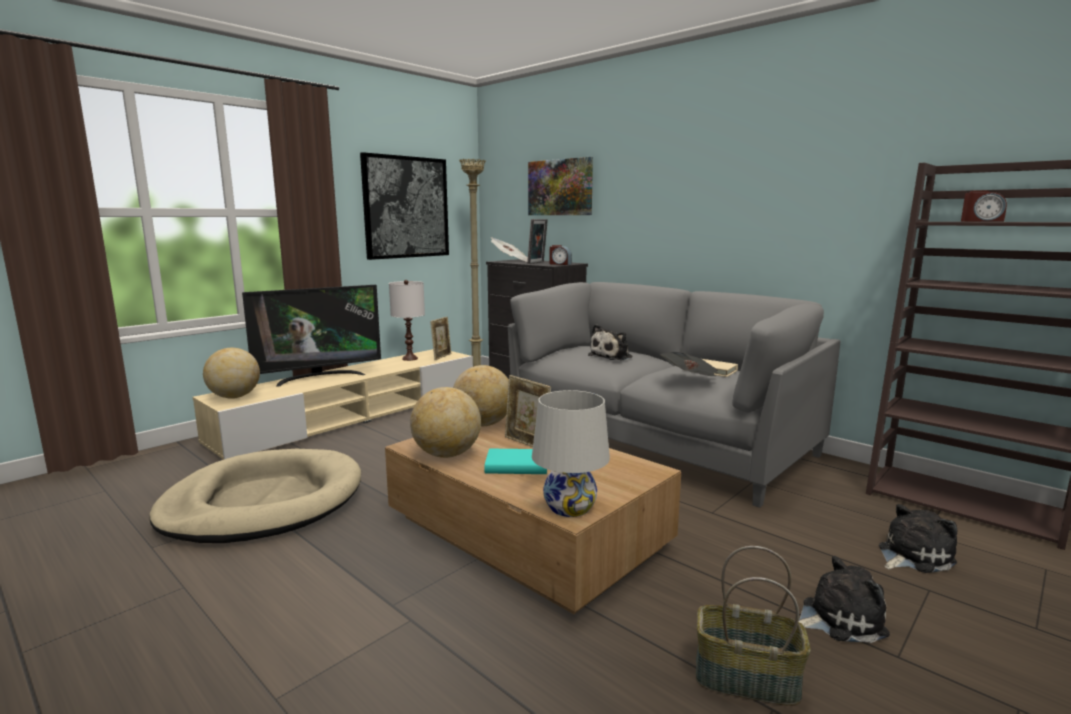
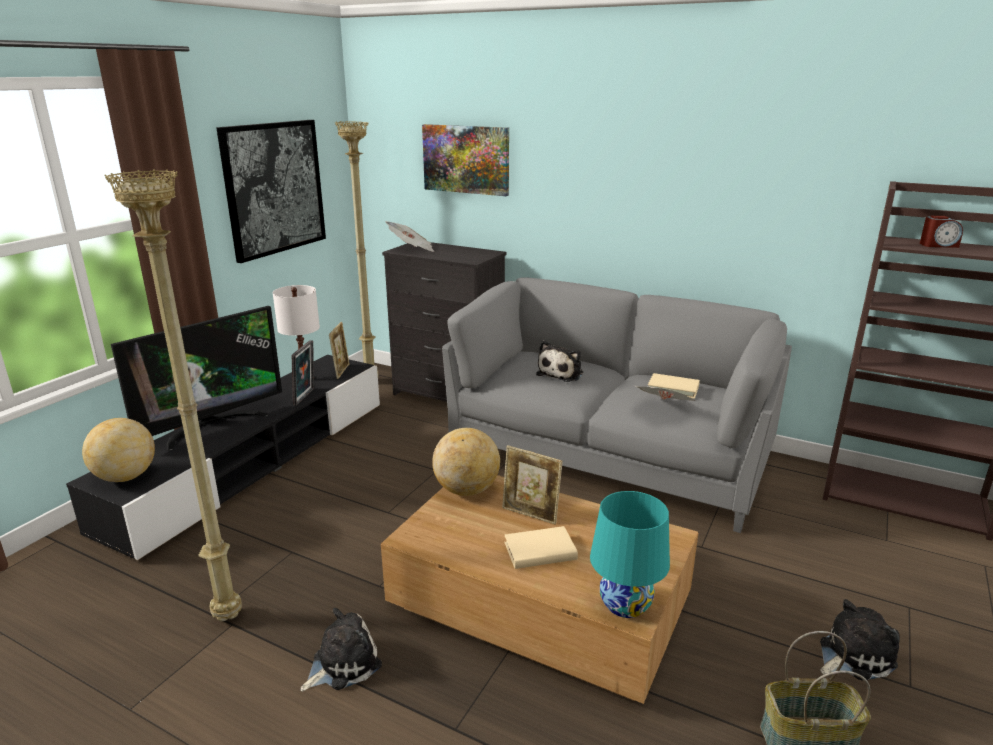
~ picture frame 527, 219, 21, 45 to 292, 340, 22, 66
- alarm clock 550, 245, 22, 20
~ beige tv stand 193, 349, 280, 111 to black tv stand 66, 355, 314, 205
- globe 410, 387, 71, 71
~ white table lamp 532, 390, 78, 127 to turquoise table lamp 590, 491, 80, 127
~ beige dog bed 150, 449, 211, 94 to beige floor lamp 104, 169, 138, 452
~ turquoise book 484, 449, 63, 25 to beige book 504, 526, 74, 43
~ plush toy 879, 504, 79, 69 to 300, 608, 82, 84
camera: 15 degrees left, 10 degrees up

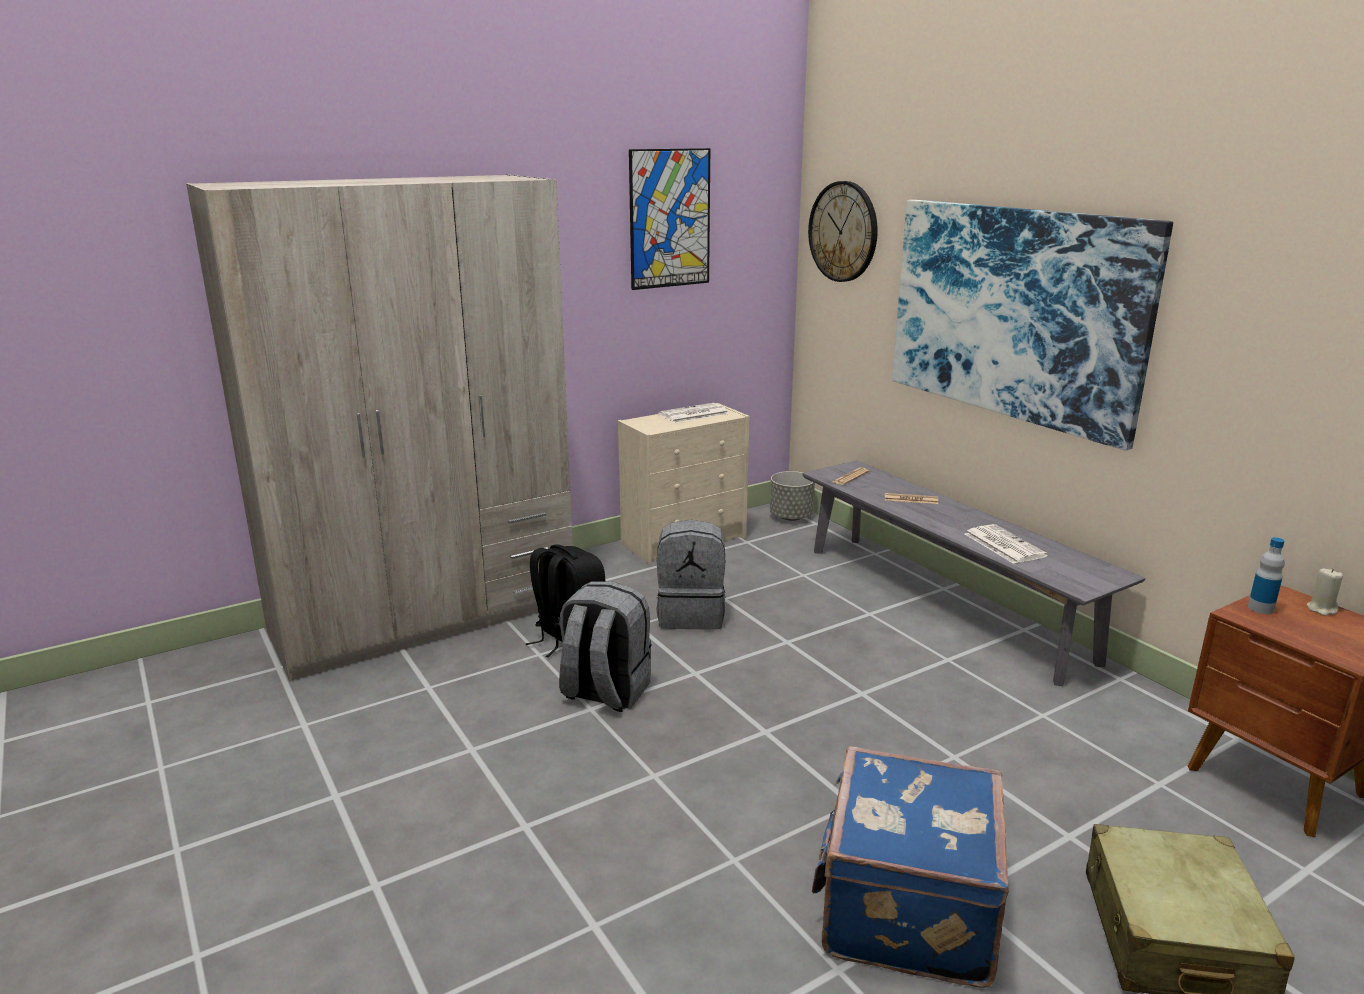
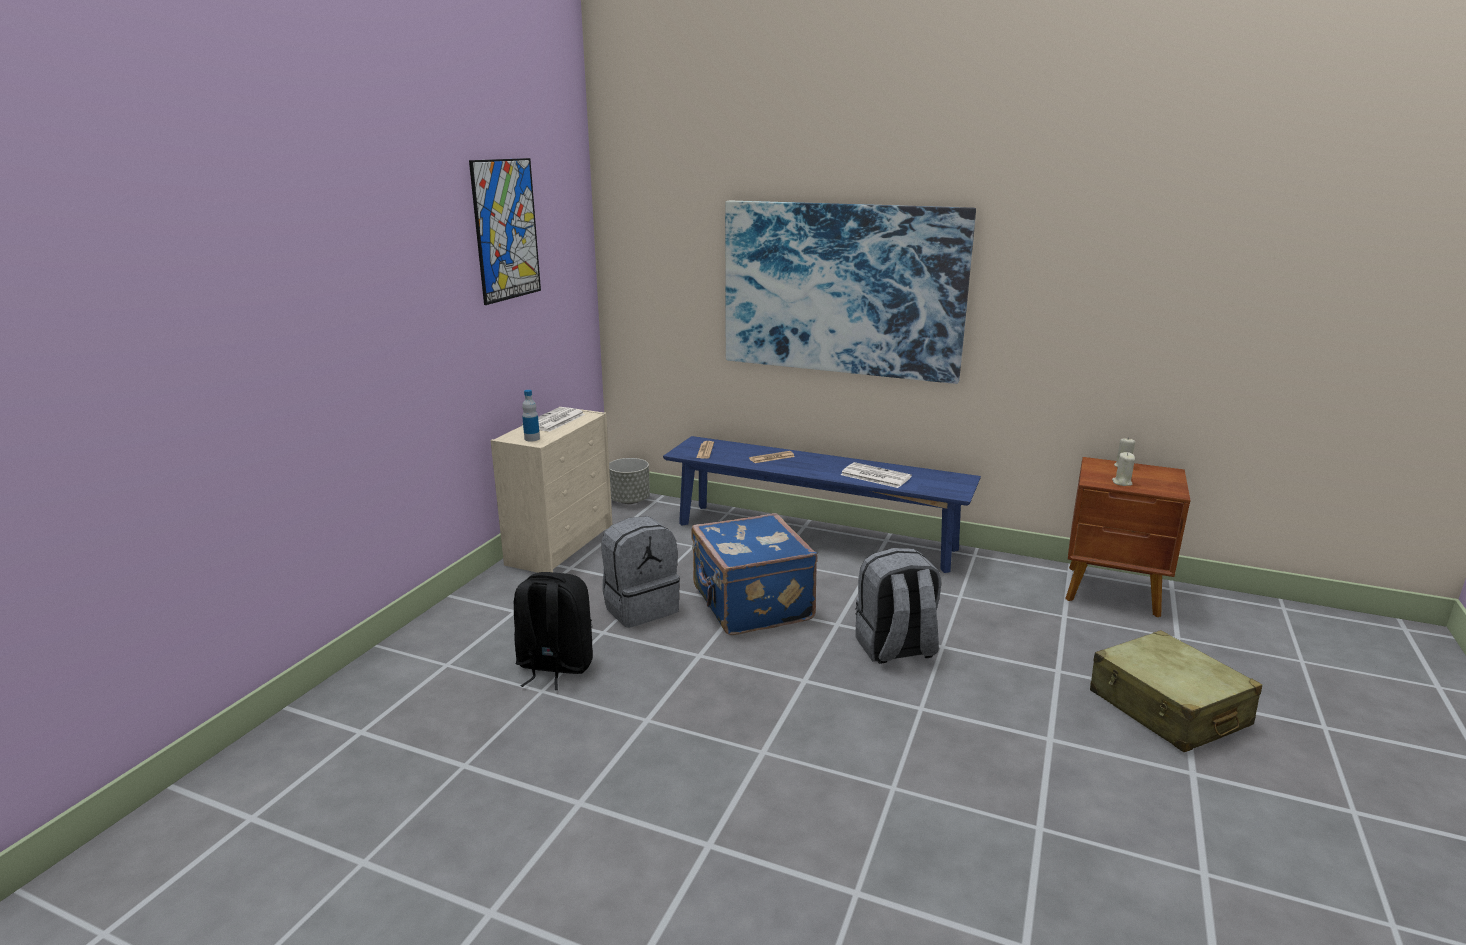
- beige wardrobe 186, 175, 387, 507
- wall clock 808, 181, 70, 101
~ grey bench 802, 460, 343, 226 to blue bench 663, 436, 318, 137
~ bottle 1248, 537, 37, 77 to 522, 390, 18, 51
~ grey backpack 559, 581, 93, 131 to 855, 548, 86, 116
~ blue suitcase 812, 746, 197, 242 to 691, 513, 127, 122
+ beige candle 1112, 452, 23, 34
camera: 35 degrees left, 0 degrees up

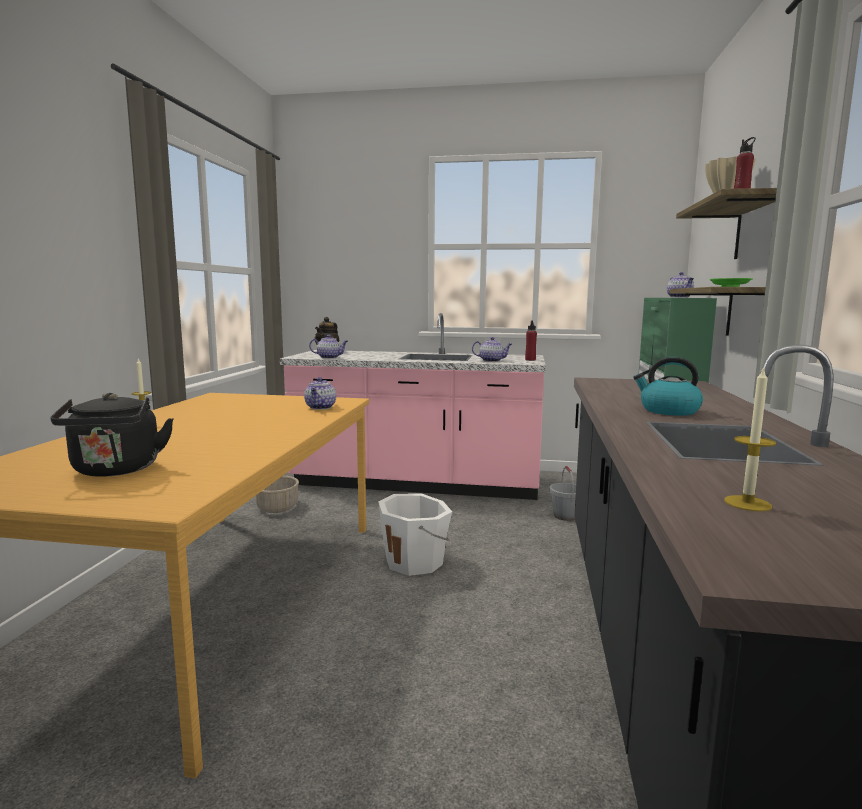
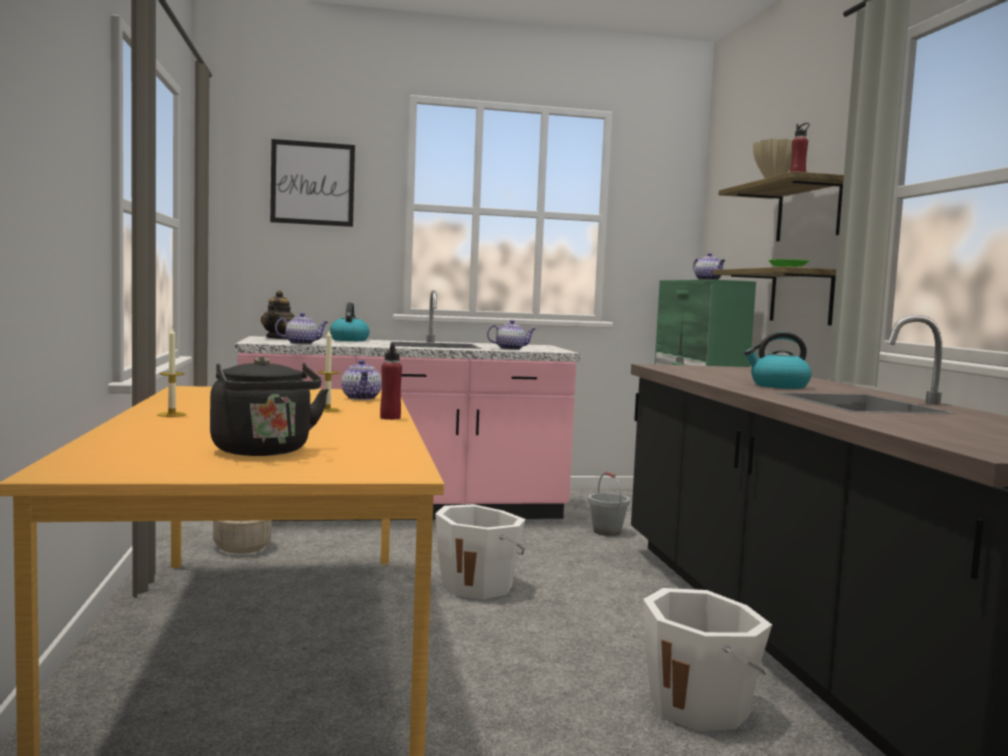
~ red bottle 525, 321, 12, 40 to 380, 343, 22, 77
~ candle 724, 366, 52, 146 to 318, 330, 22, 82
+ picture 270, 139, 85, 88
+ kettle 330, 302, 40, 39
+ white bucket 643, 588, 129, 143
camera: 20 degrees left, 5 degrees down

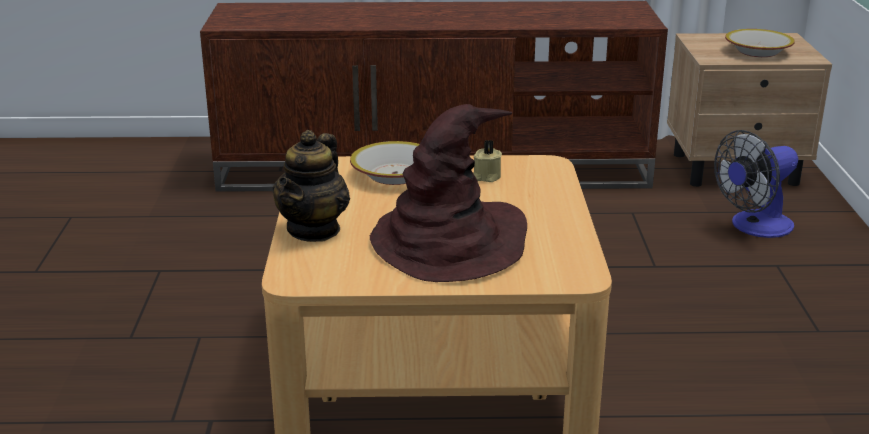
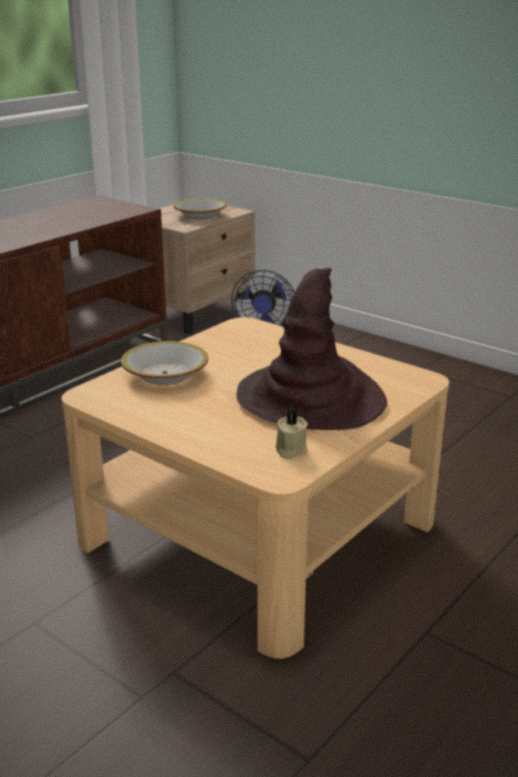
- teapot 272, 130, 78, 112
~ beige candle 473, 140, 29, 42 to 275, 408, 33, 51
camera: 50 degrees left, 0 degrees up

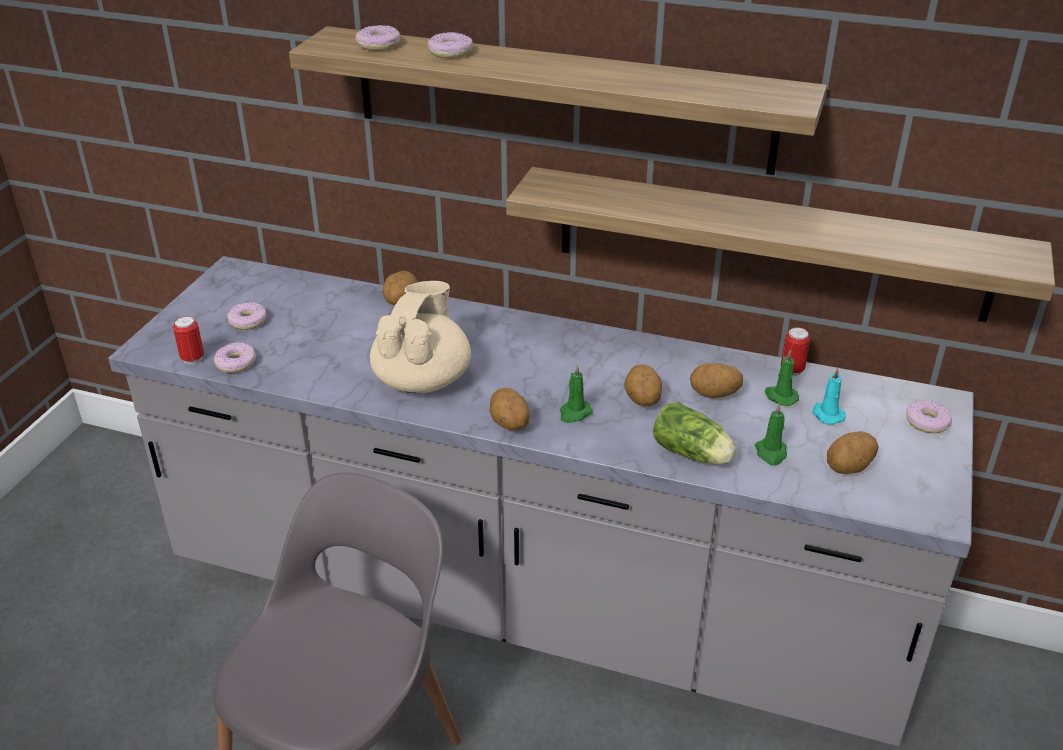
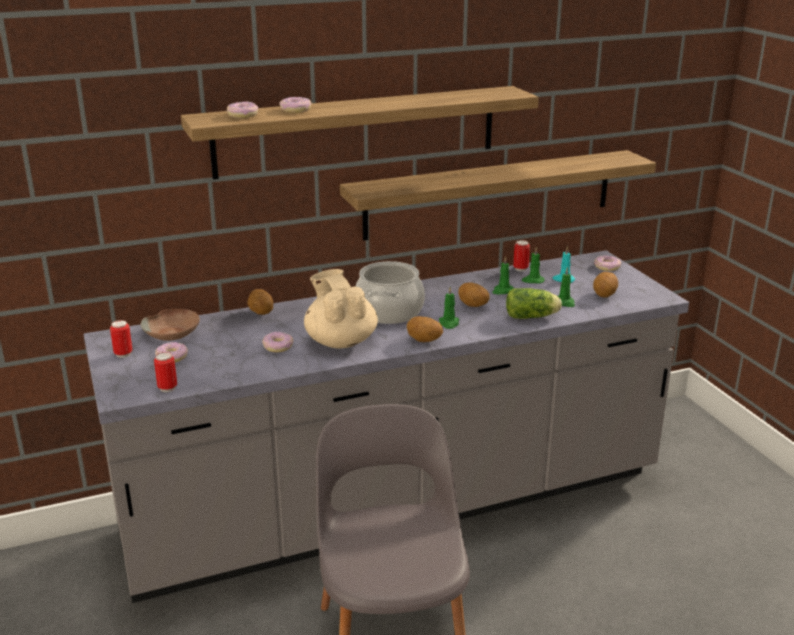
~ donut 214, 342, 42, 31 to 262, 332, 32, 20
~ potato 690, 363, 53, 35 to green candle 492, 256, 22, 38
+ cooking pot 355, 261, 70, 63
+ brown bowl 141, 309, 59, 32
+ can 110, 320, 23, 38
camera: 40 degrees left, 10 degrees down

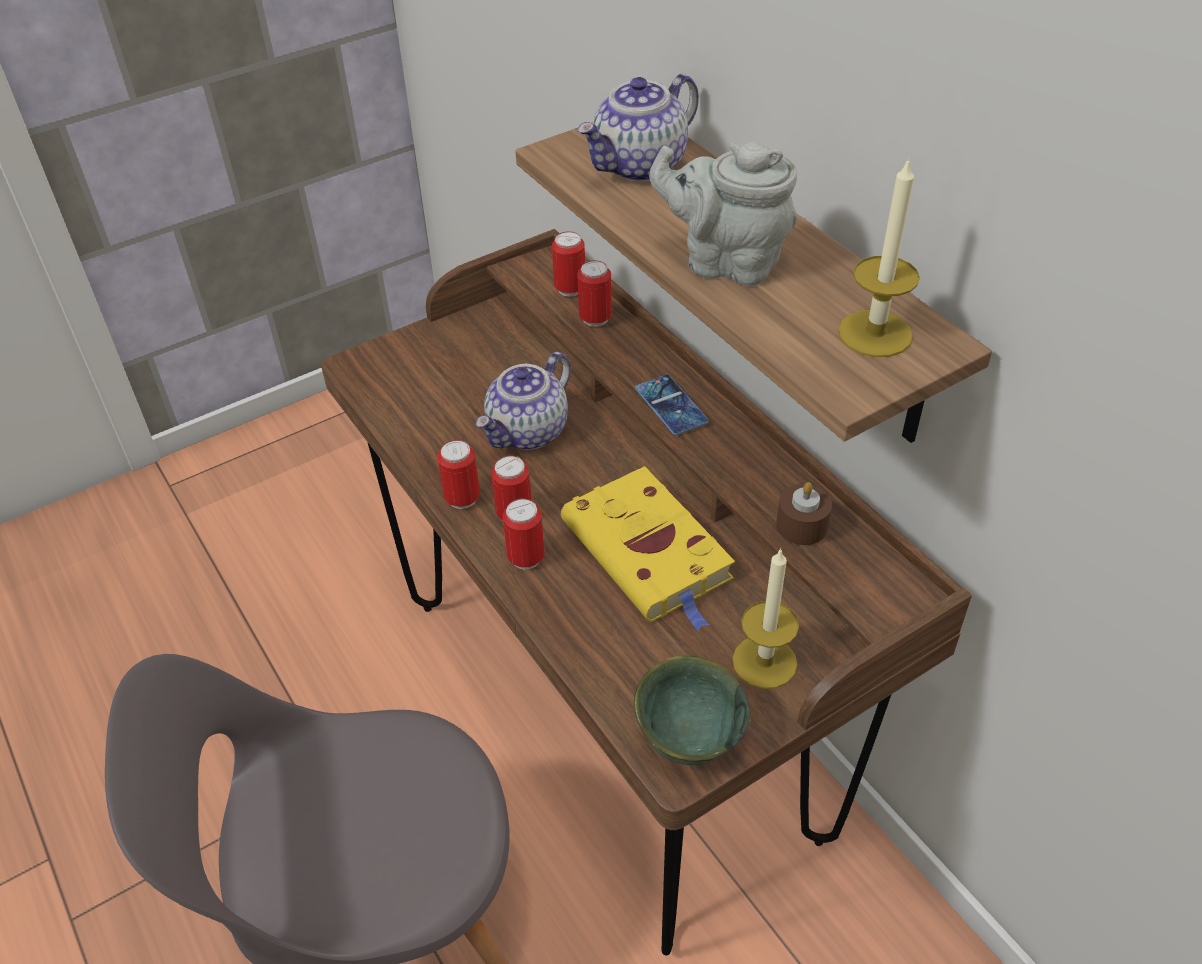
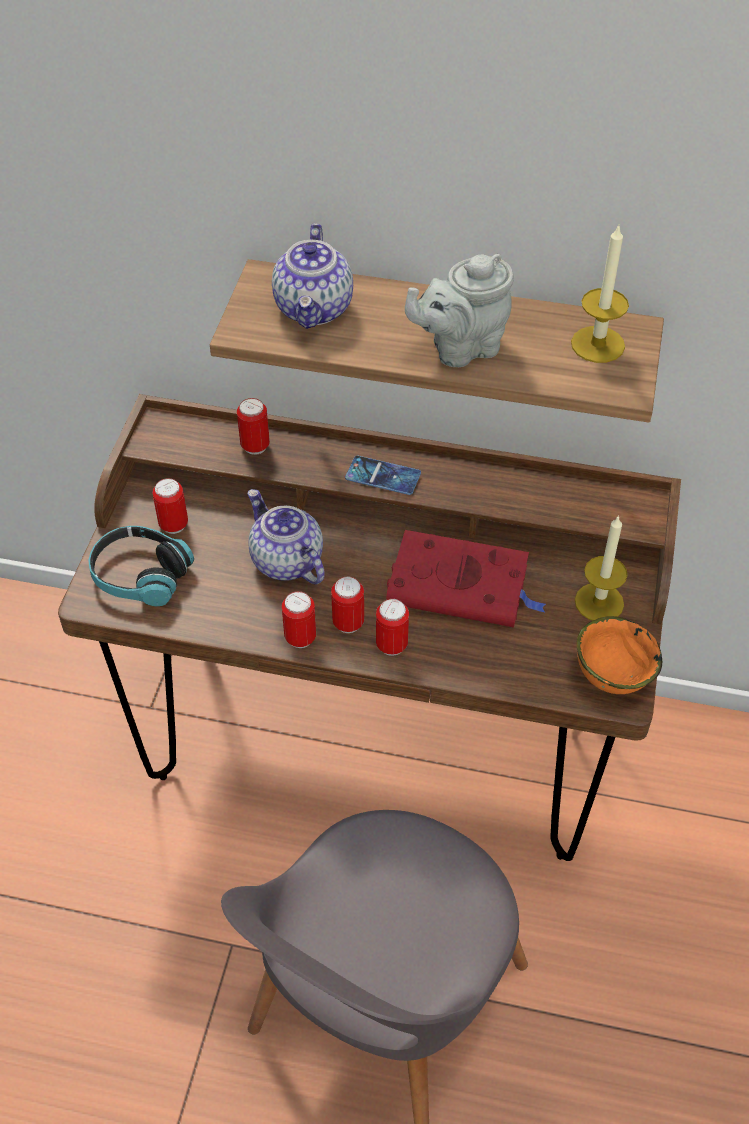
~ can 552, 231, 33, 66 to 153, 478, 35, 56
~ teapot 476, 352, 95, 98 = 247, 489, 78, 96 150 degrees clockwise
~ yellow book 561, 466, 174, 165 to red book 386, 530, 160, 97
- brown candle 776, 482, 56, 63
~ green bowl 634, 656, 117, 109 to orange bowl 577, 616, 85, 78
+ headphones 88, 526, 106, 81
camera: 45 degrees left, 5 degrees up

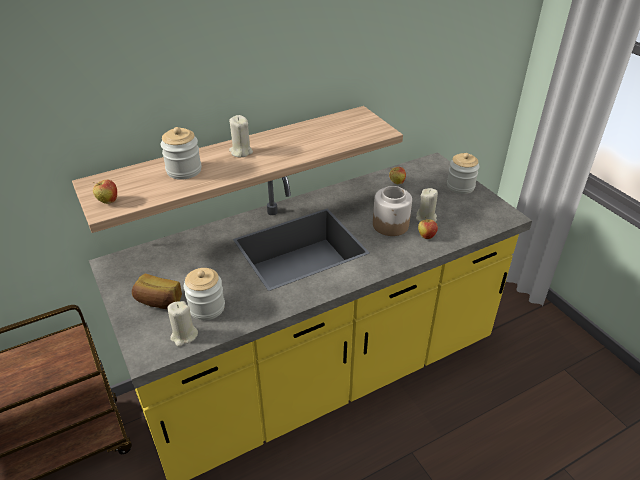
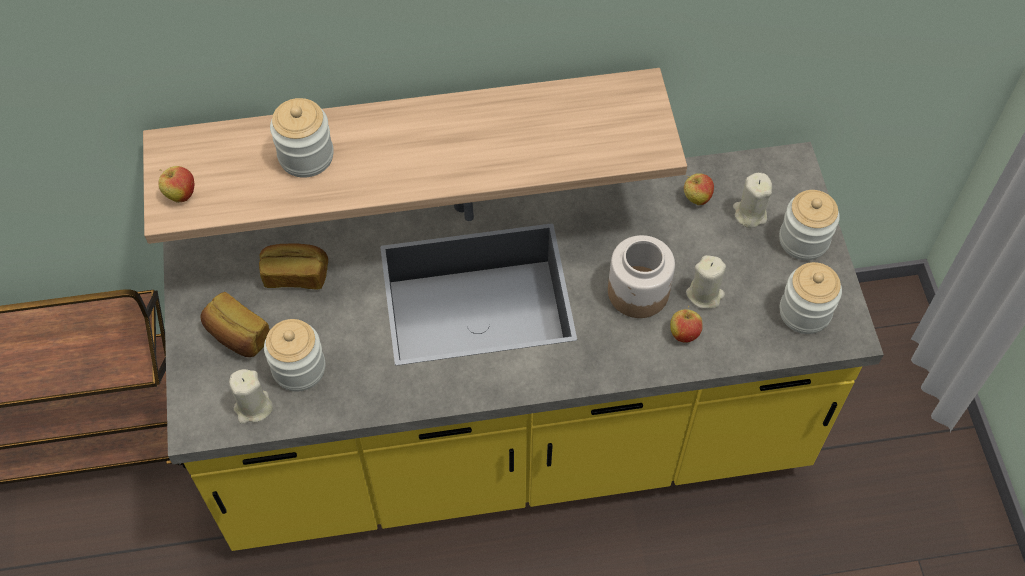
~ beige candle 229, 115, 24, 42 to 733, 173, 39, 55
+ bread 259, 244, 69, 46
+ jar 780, 262, 62, 72
camera: 20 degrees right, 20 degrees up

